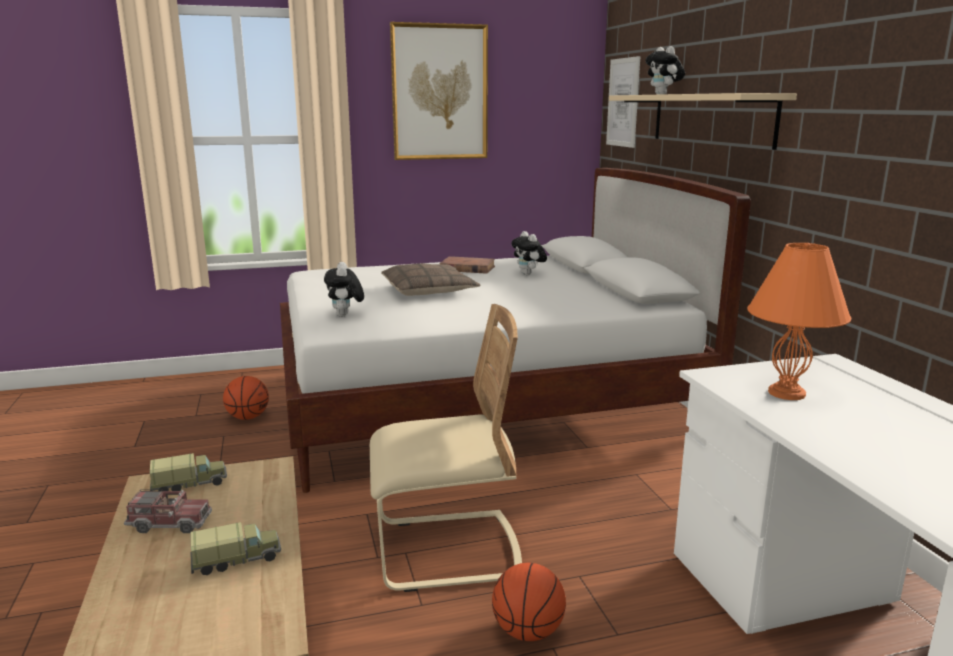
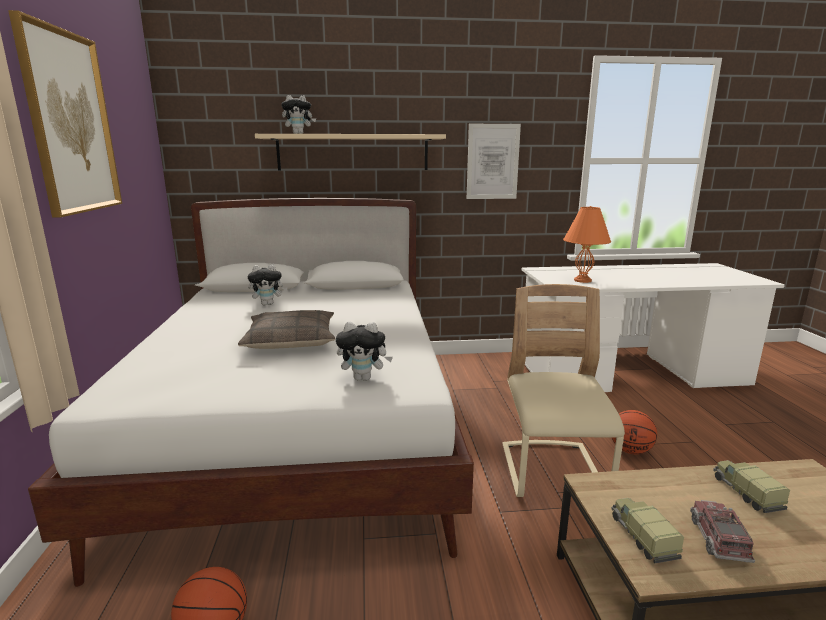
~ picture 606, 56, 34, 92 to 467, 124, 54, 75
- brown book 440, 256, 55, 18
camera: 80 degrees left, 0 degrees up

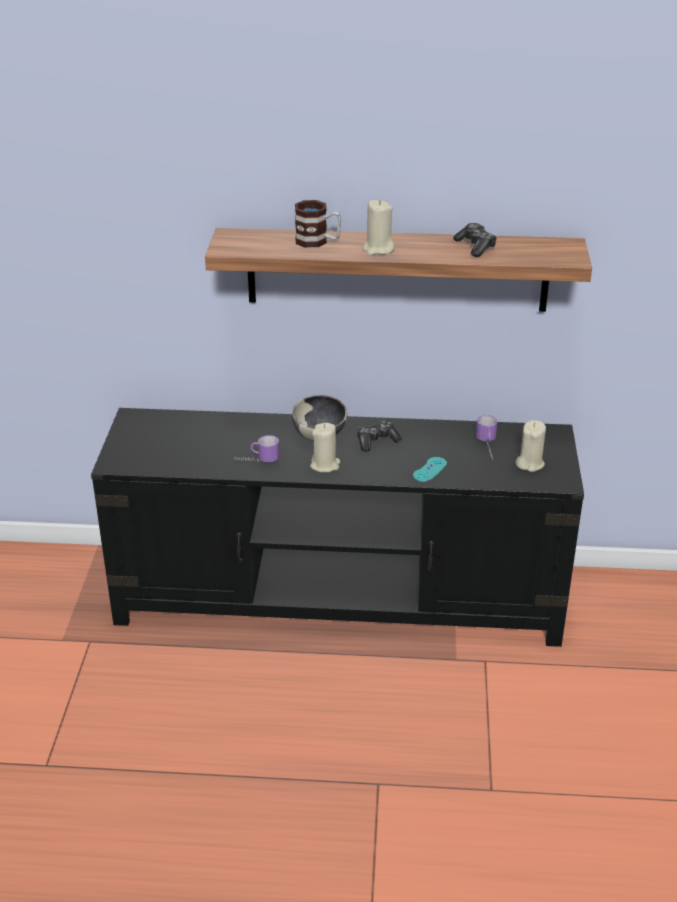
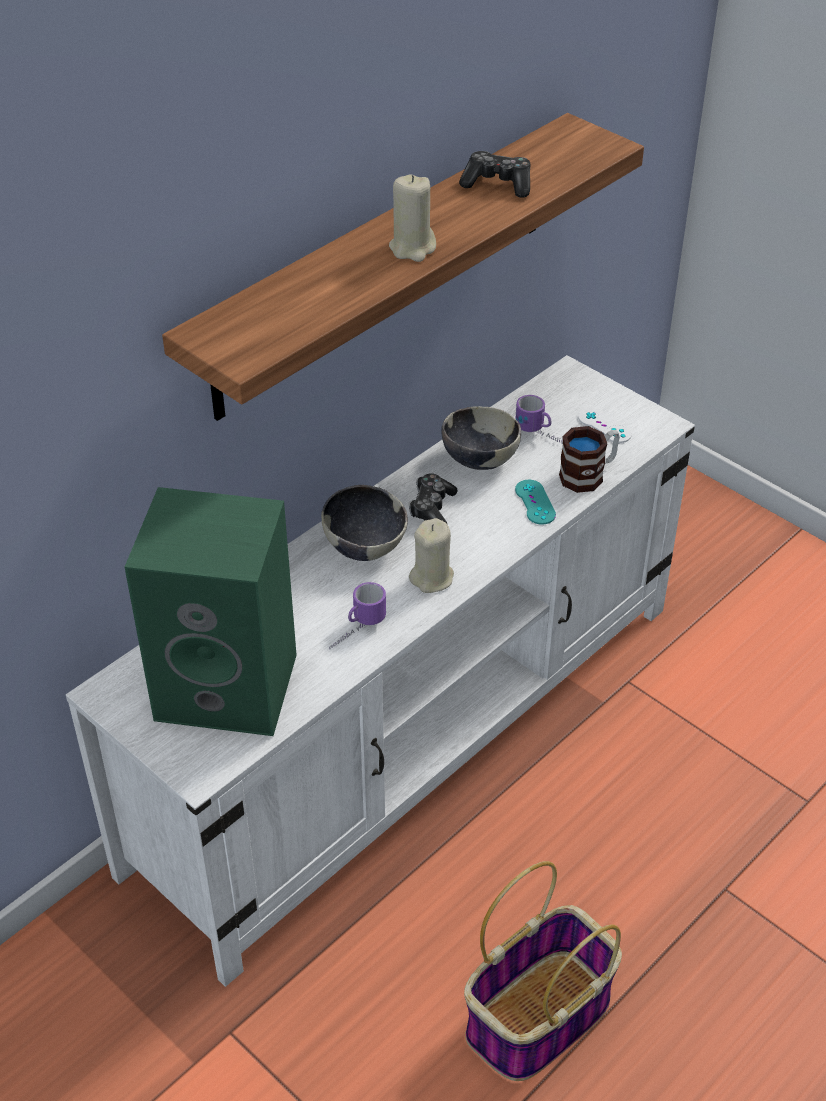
~ mug 295, 200, 46, 48 to 559, 426, 61, 67
~ black tv stand 91, 408, 493, 239 to white tv stand 66, 355, 629, 632
~ beige candle 516, 420, 30, 52 to white game controller 578, 408, 54, 35
+ bowl 441, 406, 80, 64
+ green speaker 125, 487, 172, 249
+ basket 464, 861, 158, 220
camera: 50 degrees left, 10 degrees up

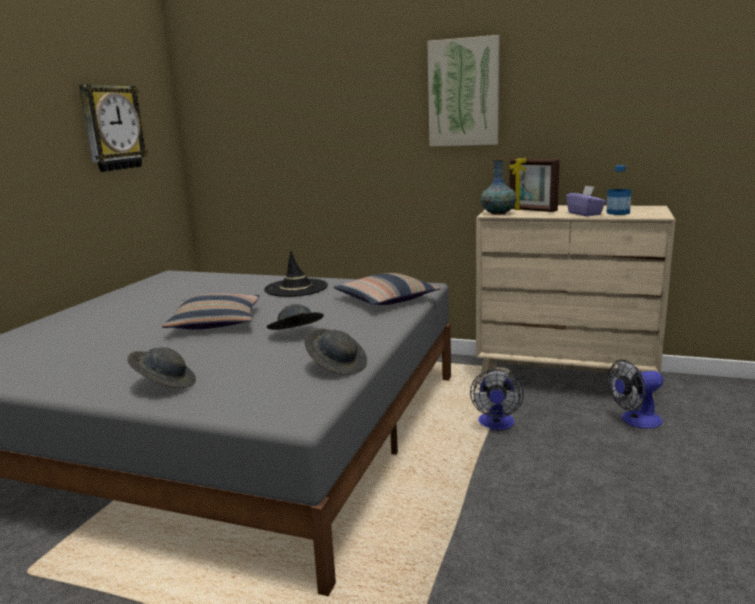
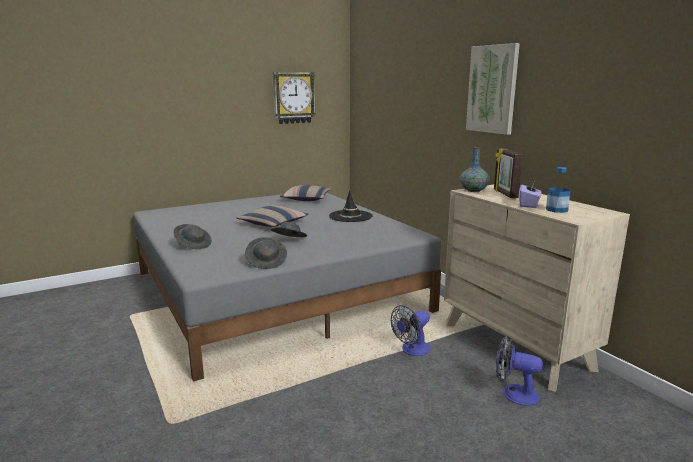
~ pillow 334, 273, 106, 32 to 280, 185, 51, 16
camera: 40 degrees right, 0 degrees up

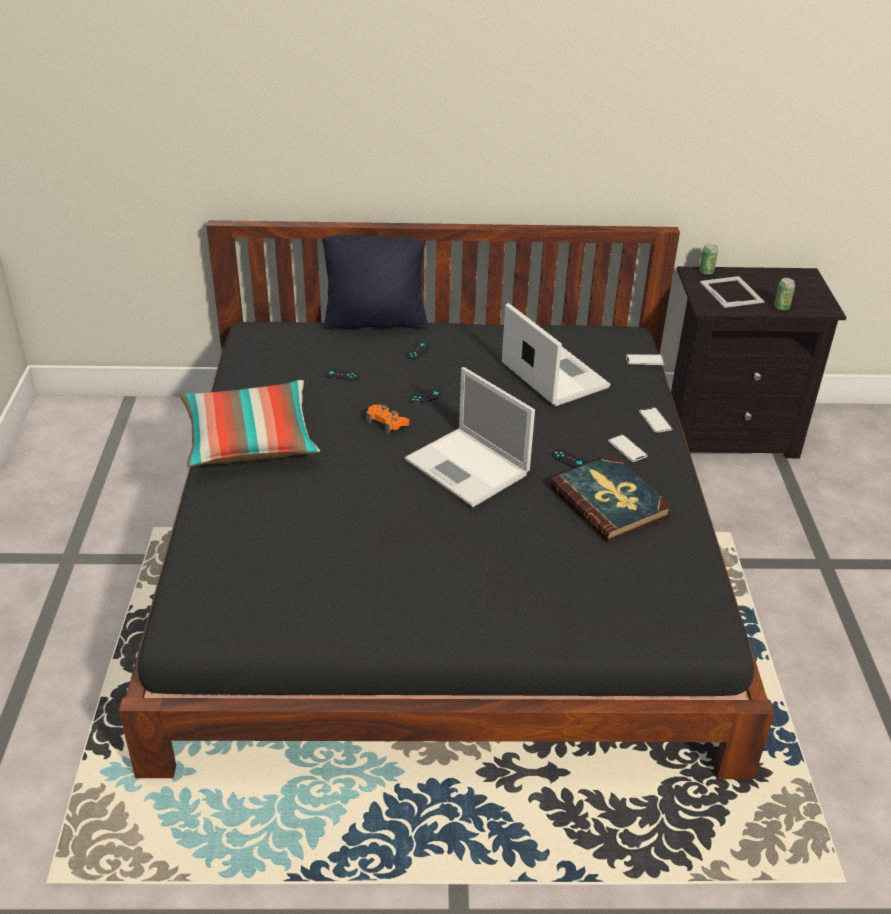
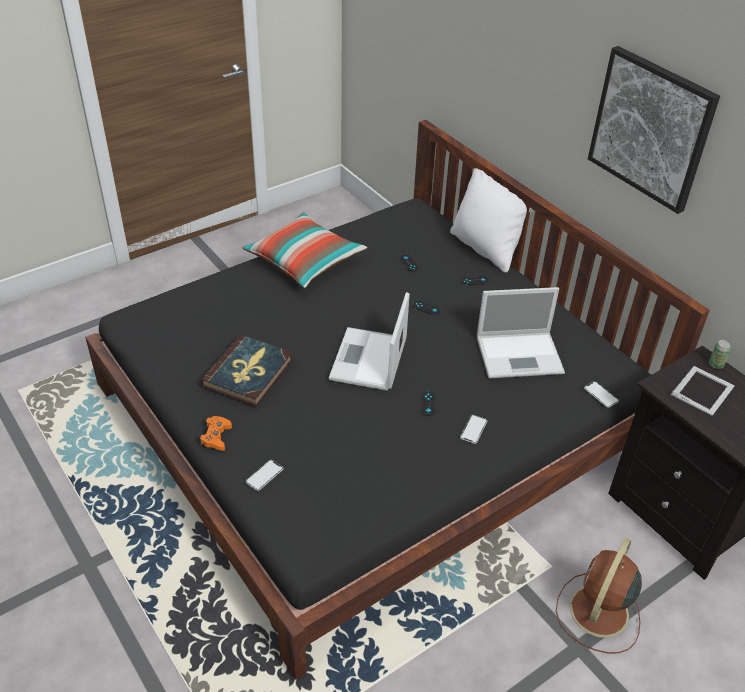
~ black pillow 322, 234, 106, 95 to white pillow 450, 168, 83, 105
- can 774, 278, 21, 32
~ laptop 502, 303, 108, 104 = 477, 287, 88, 91 60 degrees clockwise
~ orange game controller 366, 405, 43, 29 to 200, 416, 32, 35
~ phone 639, 407, 33, 26 to 245, 460, 39, 31
~ book 550, 454, 123, 88 to 201, 335, 92, 72
+ picture 588, 46, 132, 168
+ brown fan 556, 538, 86, 116
camera: 55 degrees right, 5 degrees up

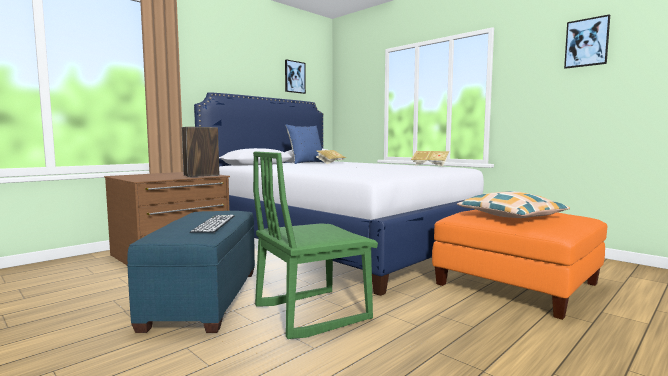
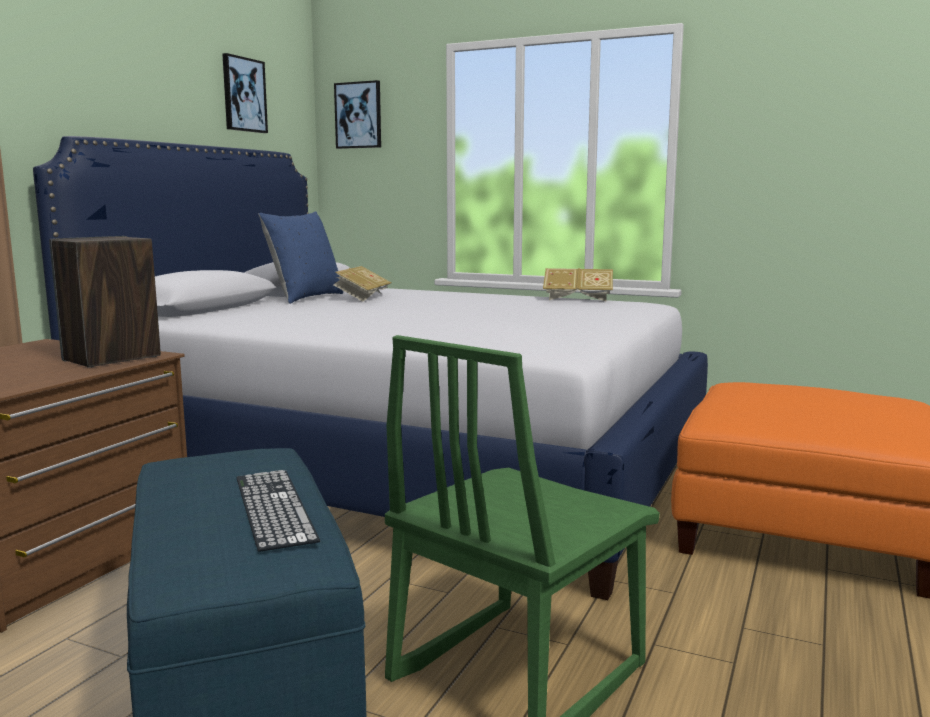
~ picture 564, 14, 46, 55 to 334, 80, 47, 69
- pillow 457, 191, 113, 27
camera: 20 degrees left, 5 degrees up

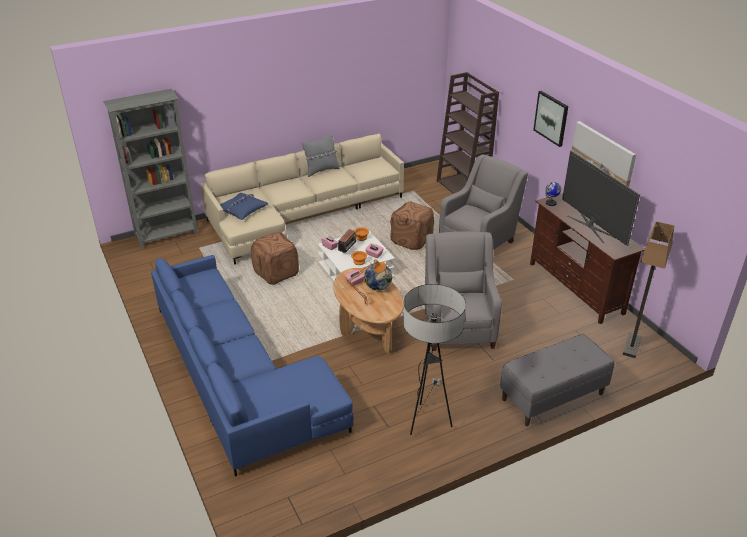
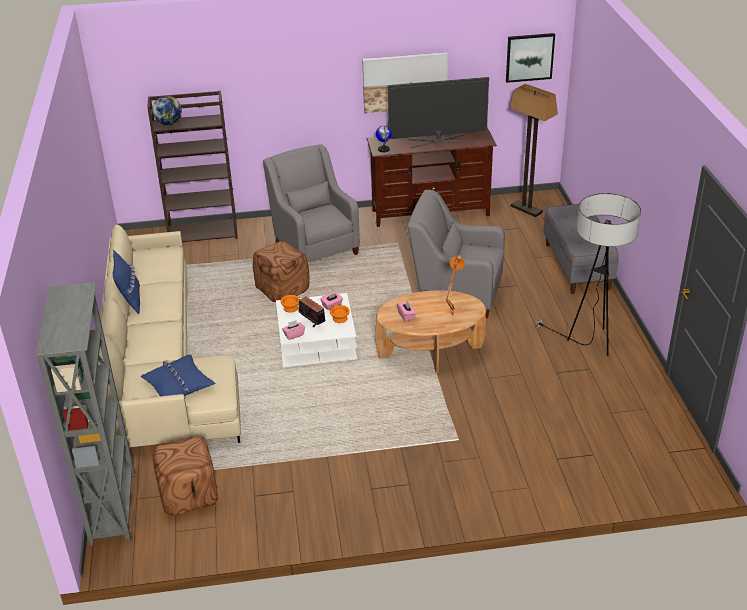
~ picture 533, 91, 35, 56 to 506, 33, 49, 50
~ grey pillow 302, 135, 38, 42 to blue pillow 113, 250, 27, 64
~ brown ottoman 251, 232, 48, 53 to 153, 437, 65, 79
- blue sofa 151, 255, 203, 222
~ globe 364, 263, 28, 28 to 152, 96, 30, 29
camera: 70 degrees left, 0 degrees up

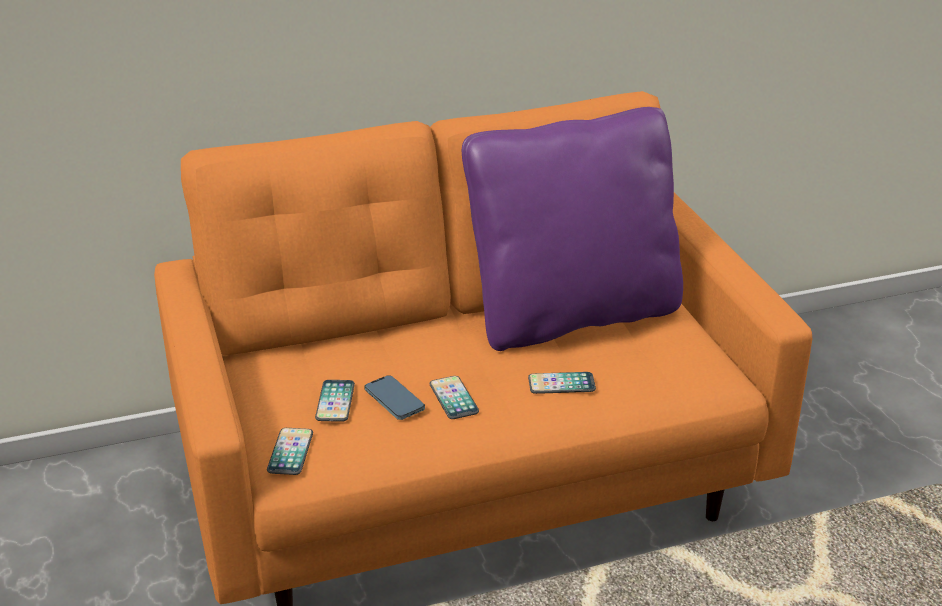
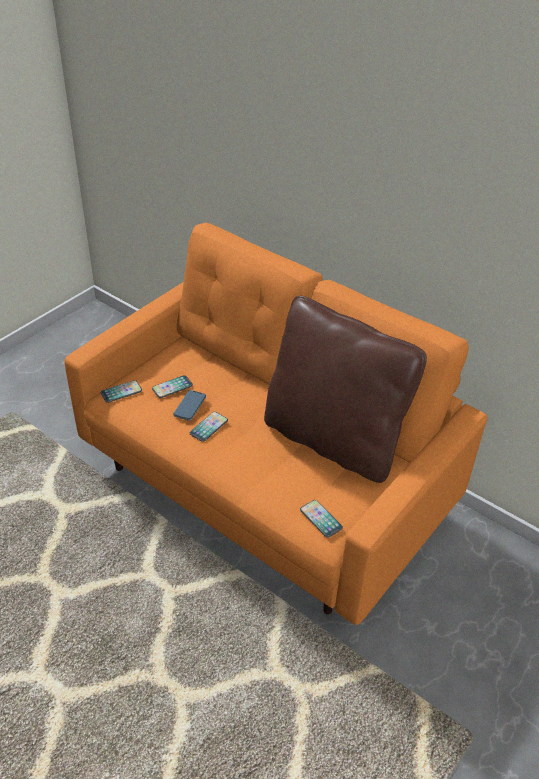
~ purple pillow 462, 107, 221, 244 to brown pillow 264, 295, 163, 188
~ phone 528, 372, 68, 22 to 300, 500, 43, 38
camera: 55 degrees right, 10 degrees up

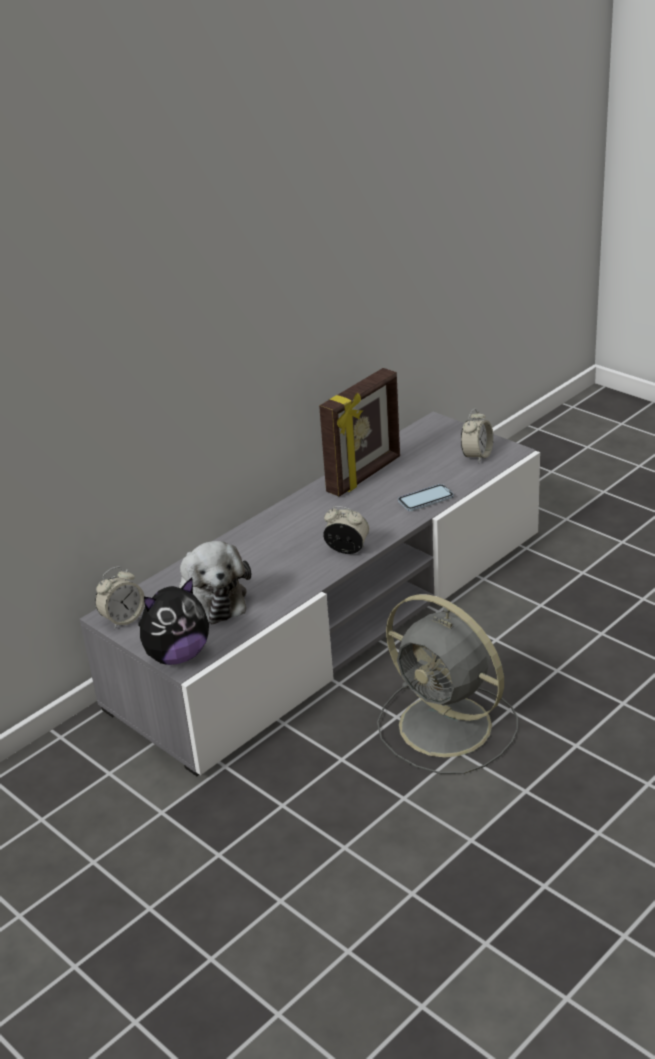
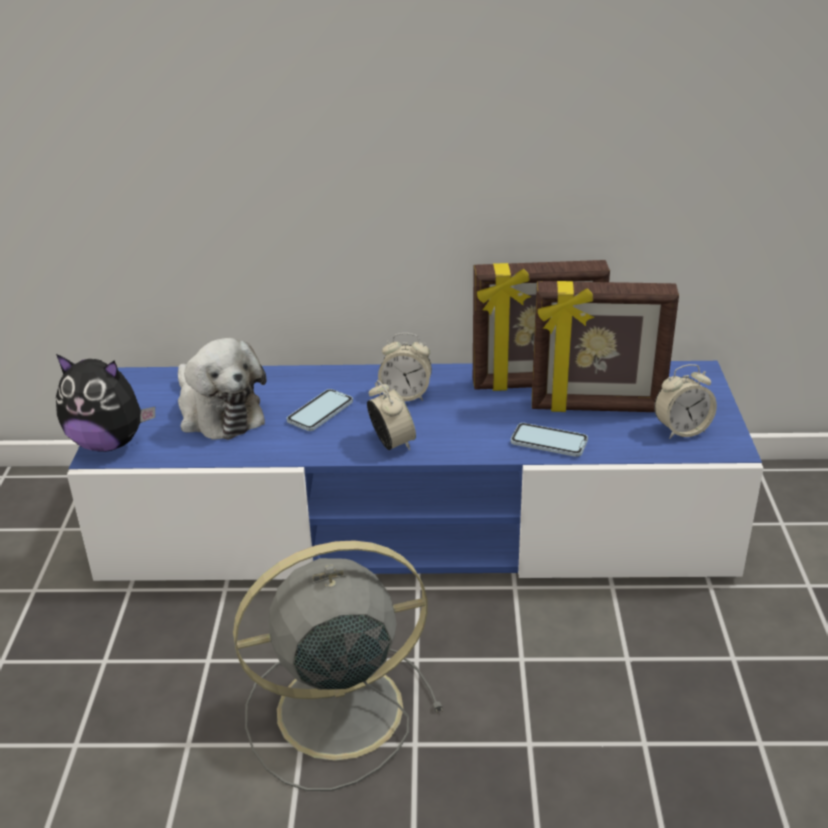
~ grey tv stand 80, 412, 460, 364 to blue tv stand 67, 361, 697, 220
~ plush toy 179, 541, 72, 83 = 178, 338, 88, 102 60 degrees counterclockwise
~ alarm clock 95, 566, 50, 63 to 378, 333, 54, 68
~ grey fan 377, 594, 141, 180 = 233, 540, 210, 251 75 degrees clockwise
+ picture frame 532, 281, 147, 131
+ phone 287, 389, 66, 42
camera: 45 degrees right, 0 degrees up

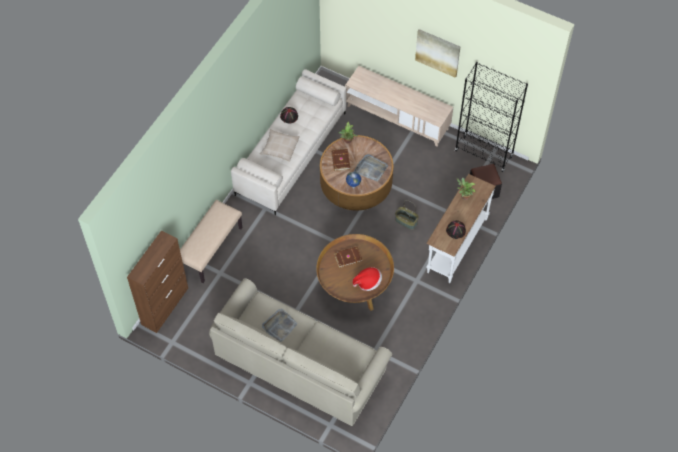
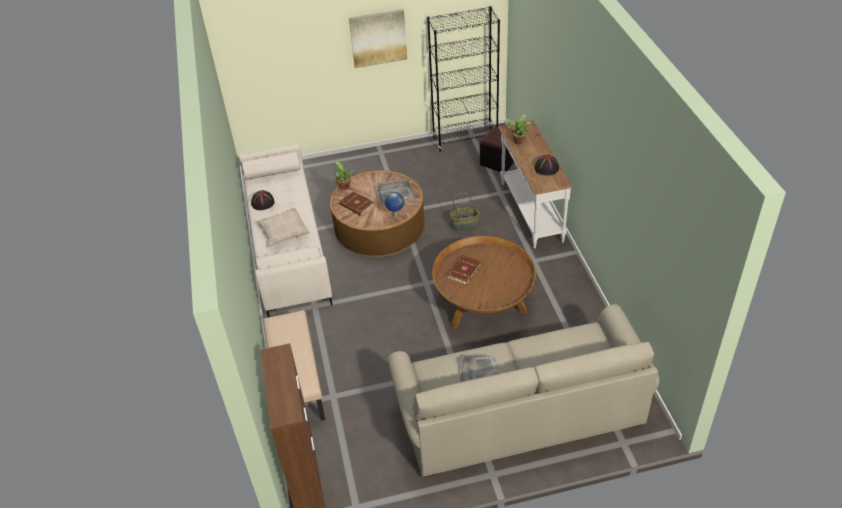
- beige tv stand 345, 66, 108, 81
- hat 353, 267, 29, 24
camera: 40 degrees left, 15 degrees down

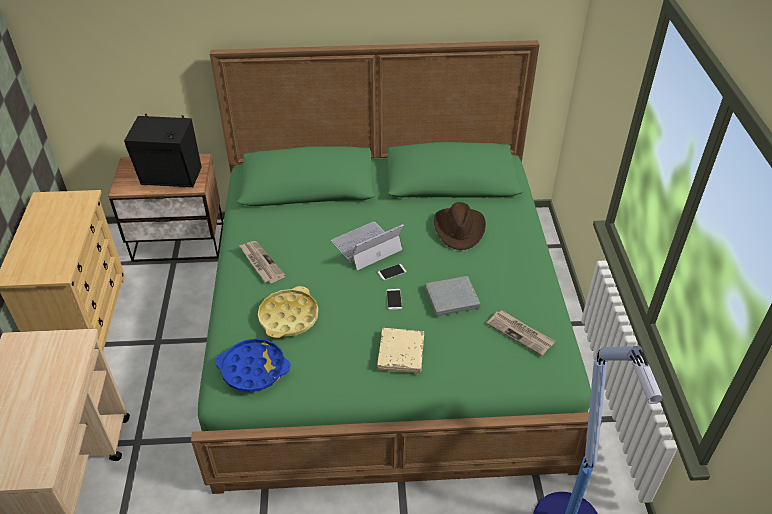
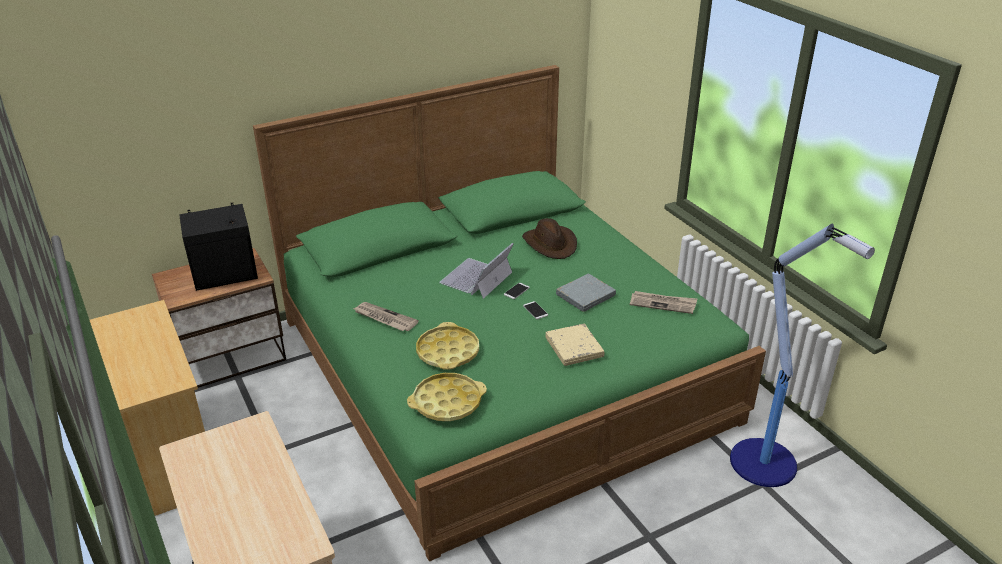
~ blue tray 215, 338, 76, 54 to yellow tray 407, 373, 80, 48
camera: 25 degrees left, 10 degrees down

